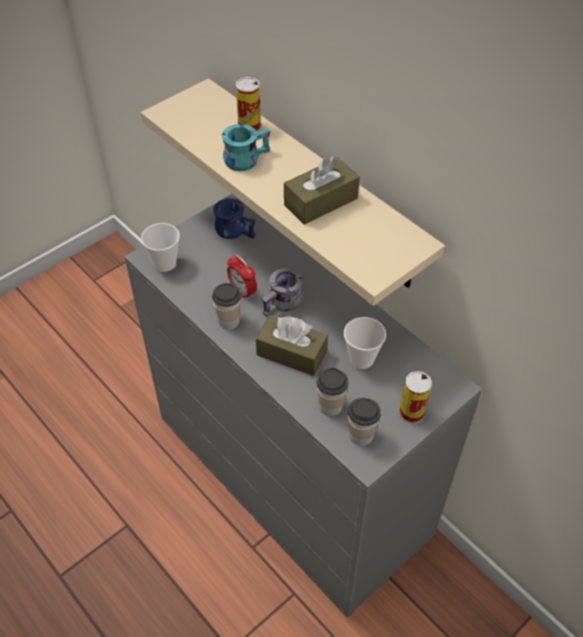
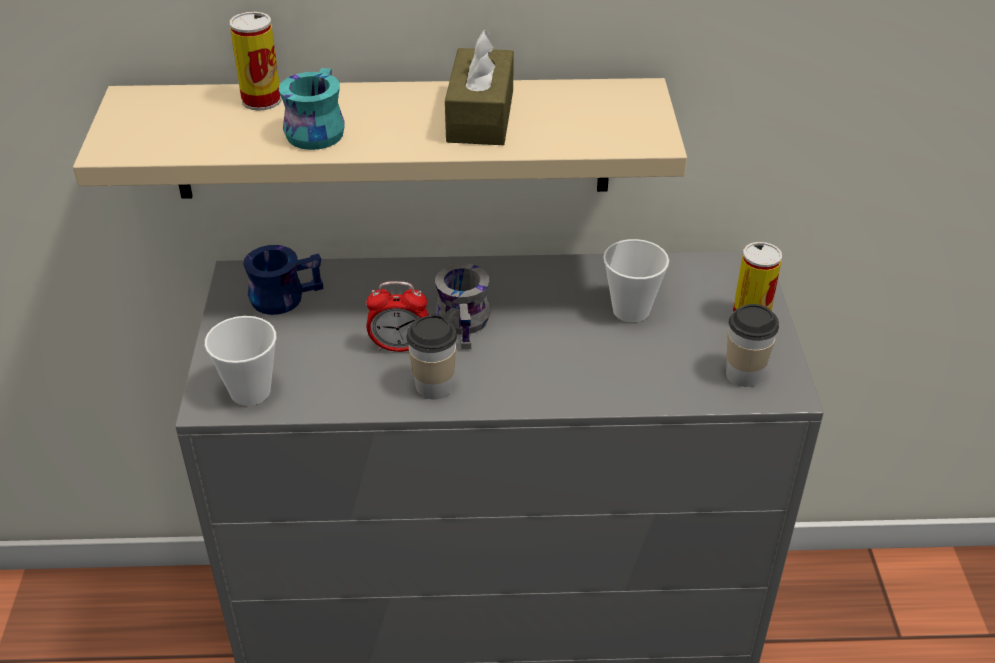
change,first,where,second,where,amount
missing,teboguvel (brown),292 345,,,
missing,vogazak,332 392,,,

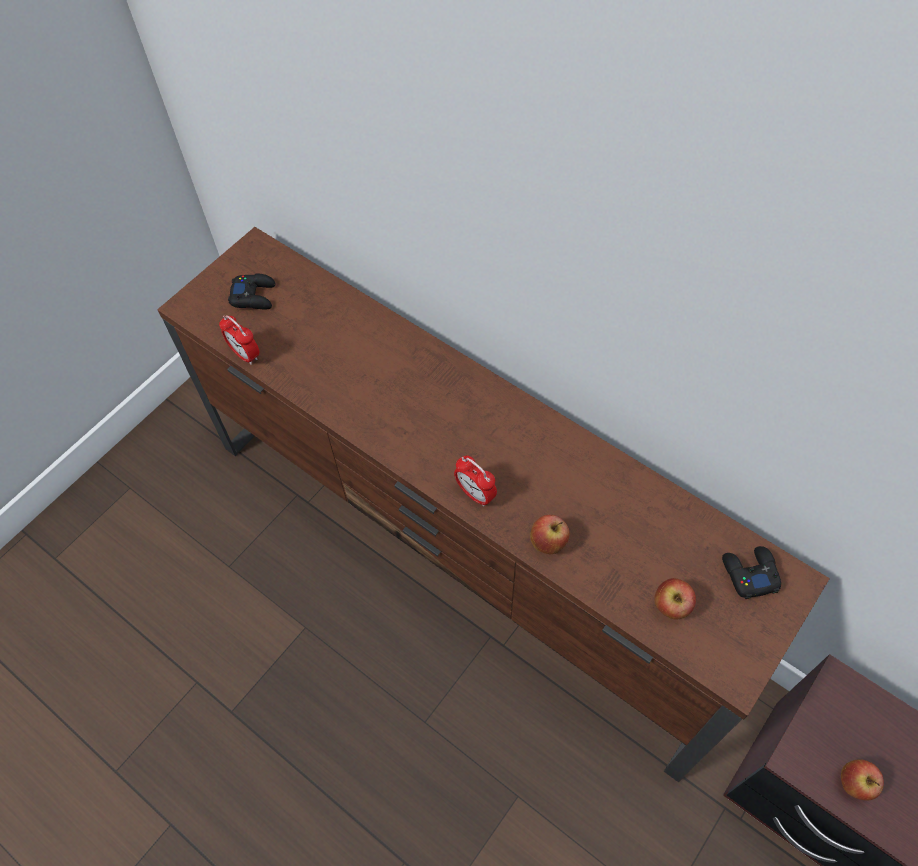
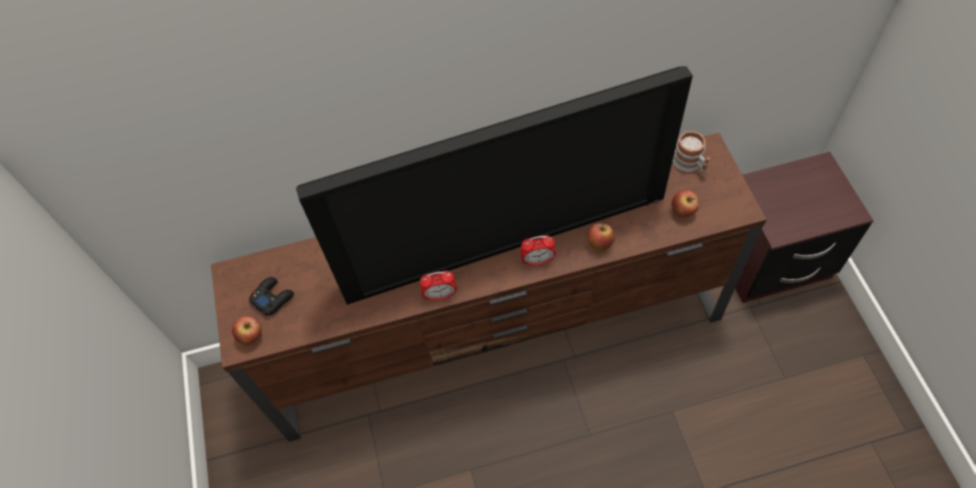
change,first,where,second,where,amount
relocated,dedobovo,239 340,,438 286,
exchanged,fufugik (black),751 572,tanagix,691 152,
relocated,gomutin,862 779,,247 330,
appeared,,,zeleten,494 185,

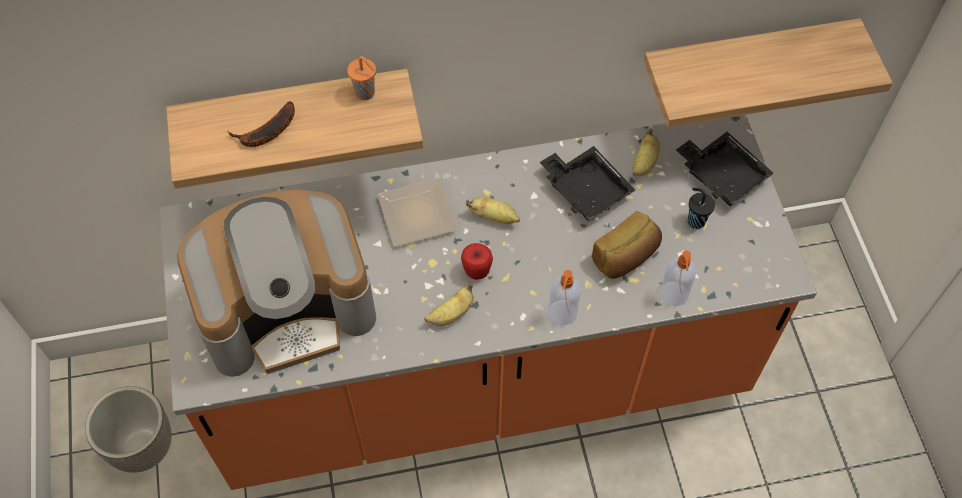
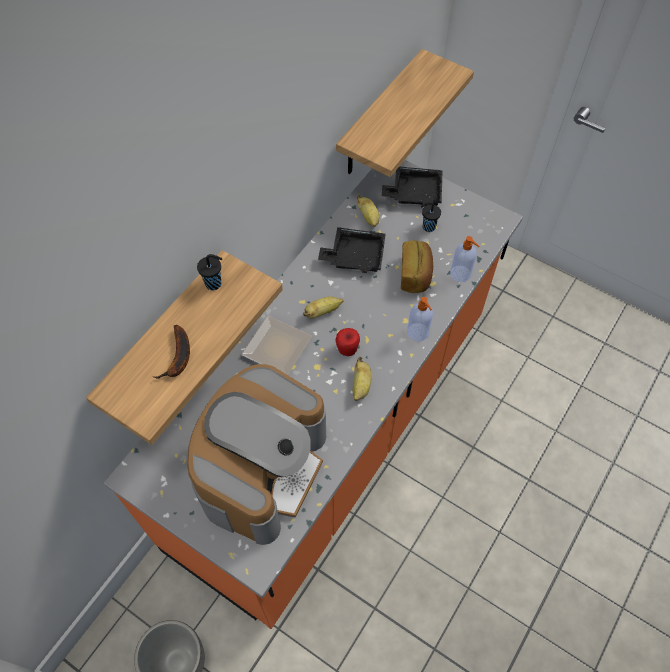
change,first,where,second,where,amount
colour,vogazak (orange),361 78,vogazak (black),209 272,

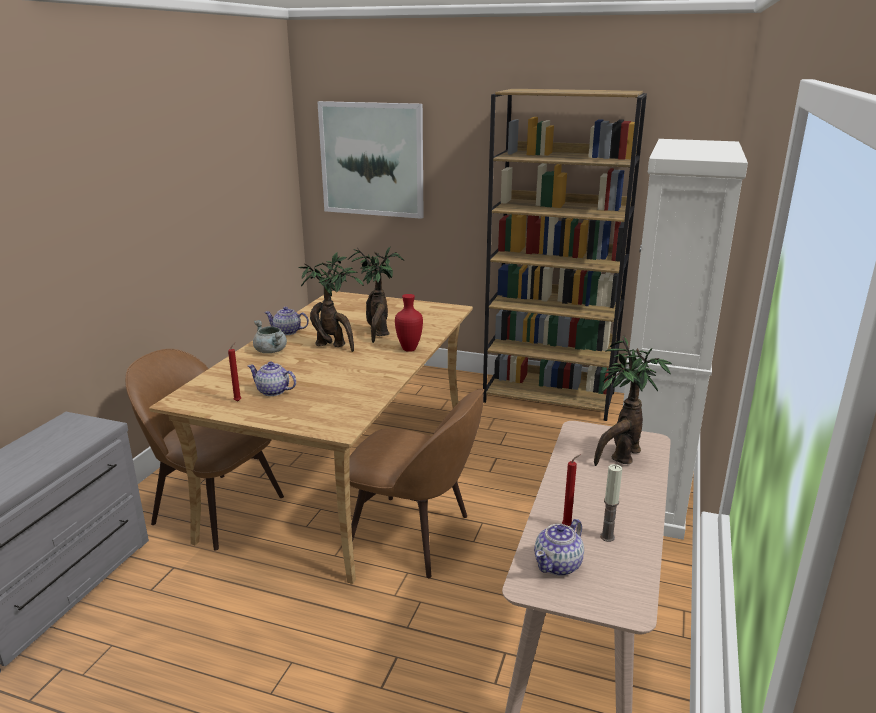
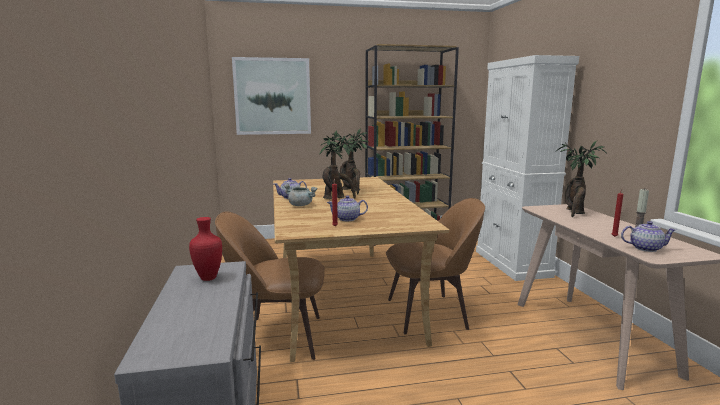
change,first,where,second,where,amount
relocated,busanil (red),409 323,,205 249,
spun,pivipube,559 547,,648 236,90 degrees counterclockwise

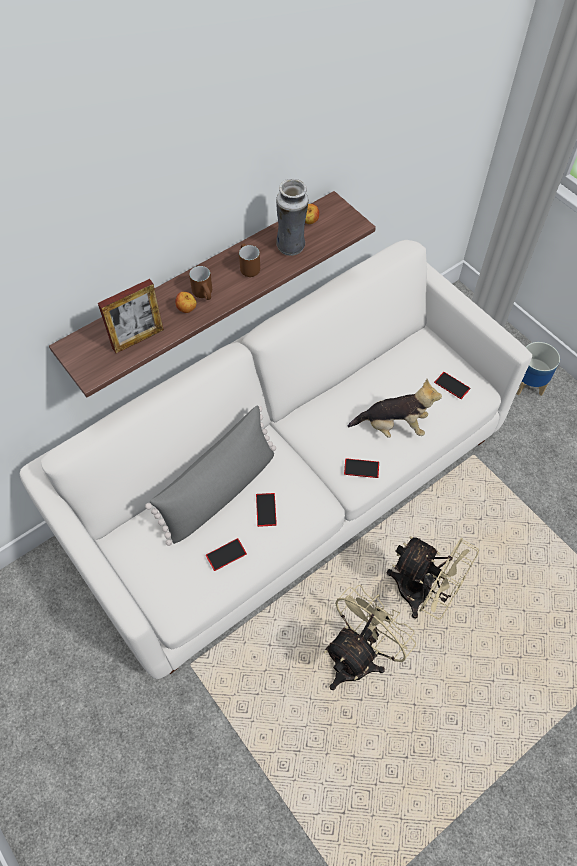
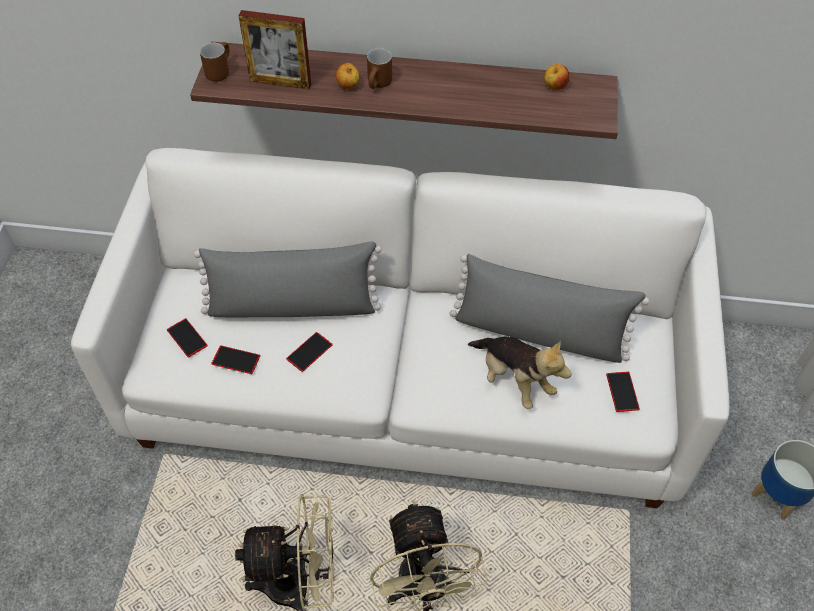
change,first,where,second,where,amount
relocated,tanagix (brown),249 260,,215 62,
missing,busanil,292 217,,,
relocated,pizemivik,361 468,,187 338,
appeared,,,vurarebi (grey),549 308,

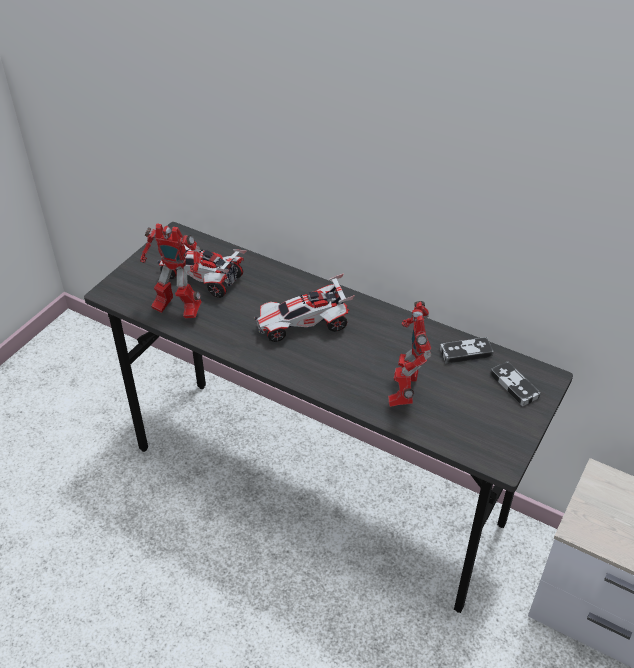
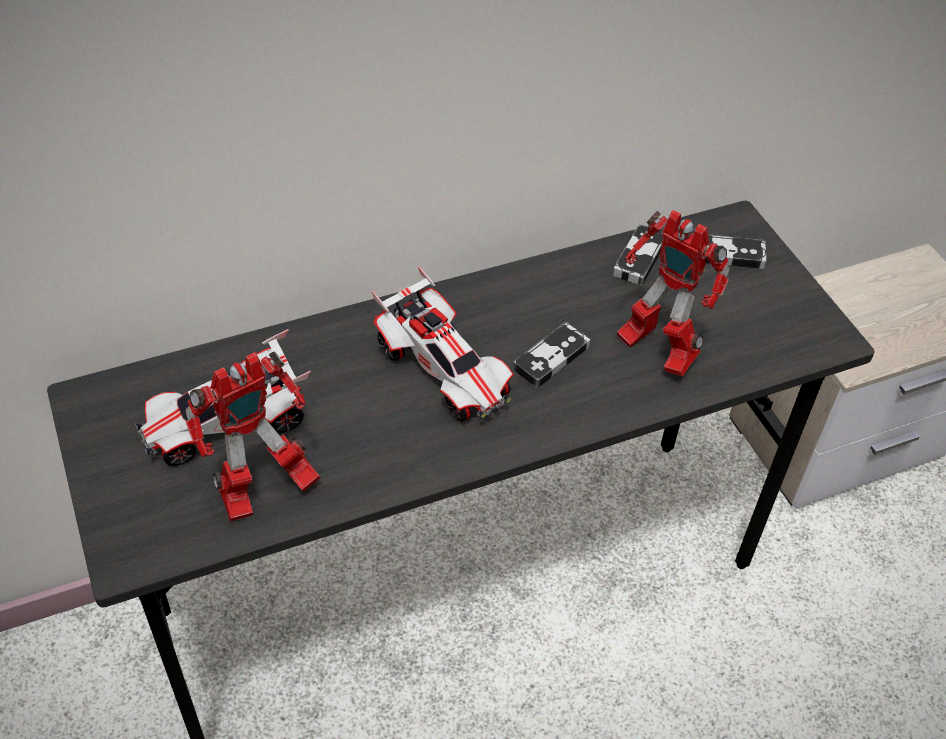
change,first,where,second,where,amount
spun,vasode,304 307,,442 344,60 degrees counterclockwise
appeared,,,fufugik,551 355,

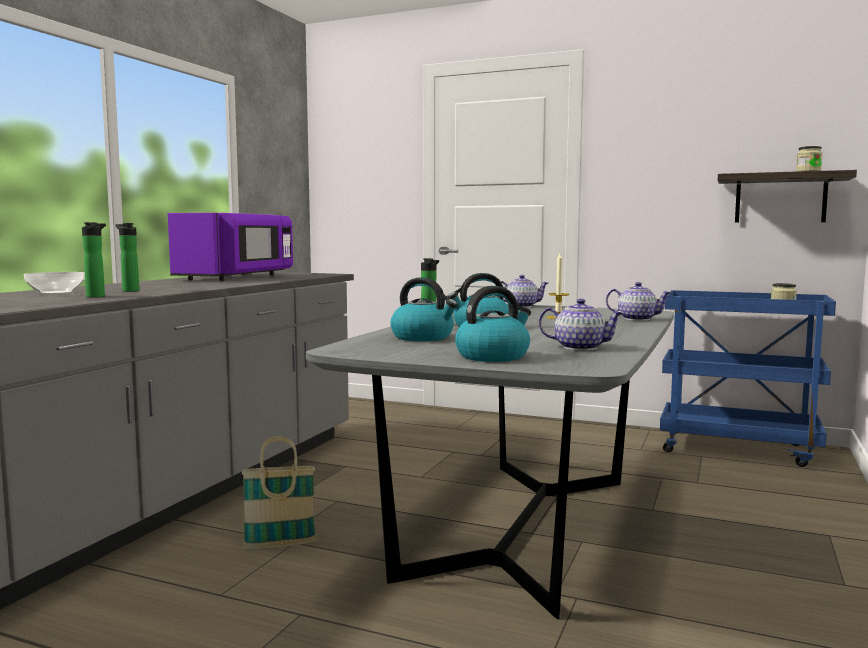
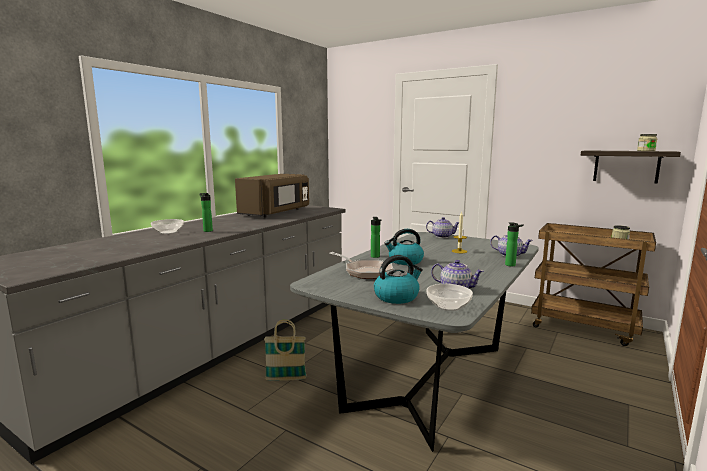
change,first,where,second,where,amount
relocated,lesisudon,94 260,,514 244,
colour,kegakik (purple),230 247,kegakik (brown),272 195,
exchanged,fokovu,424 309,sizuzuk,361 265,
colour,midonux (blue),748 378,midonux (brown),593 284,
appeared,,,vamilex,450 297,

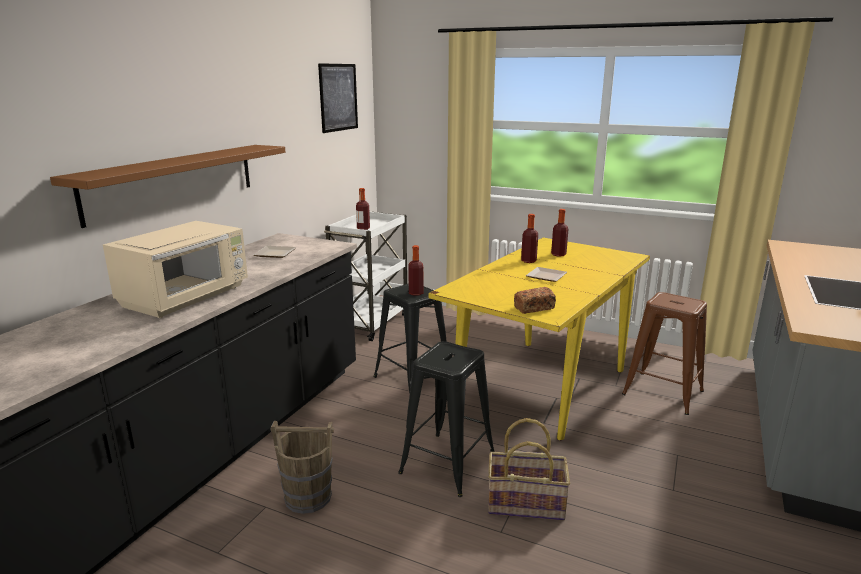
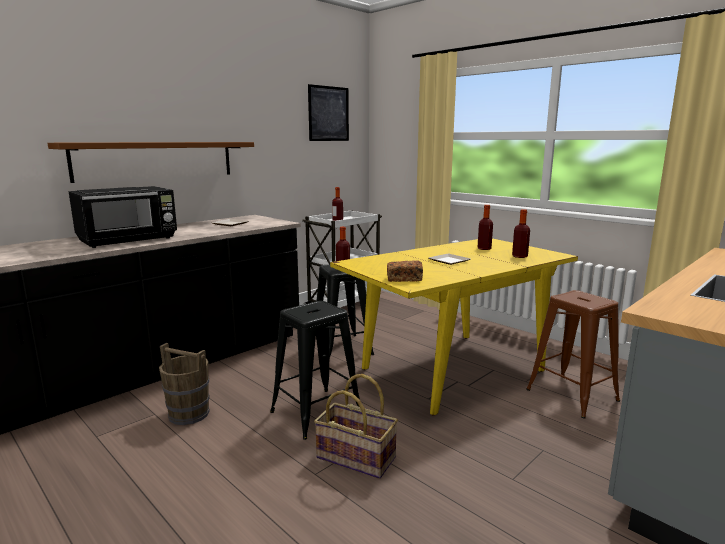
change,first,where,second,where,amount
colour,kegakik (beige),175 269,kegakik (black),123 217,
relocated,lesisudon,529 238,,521 233,

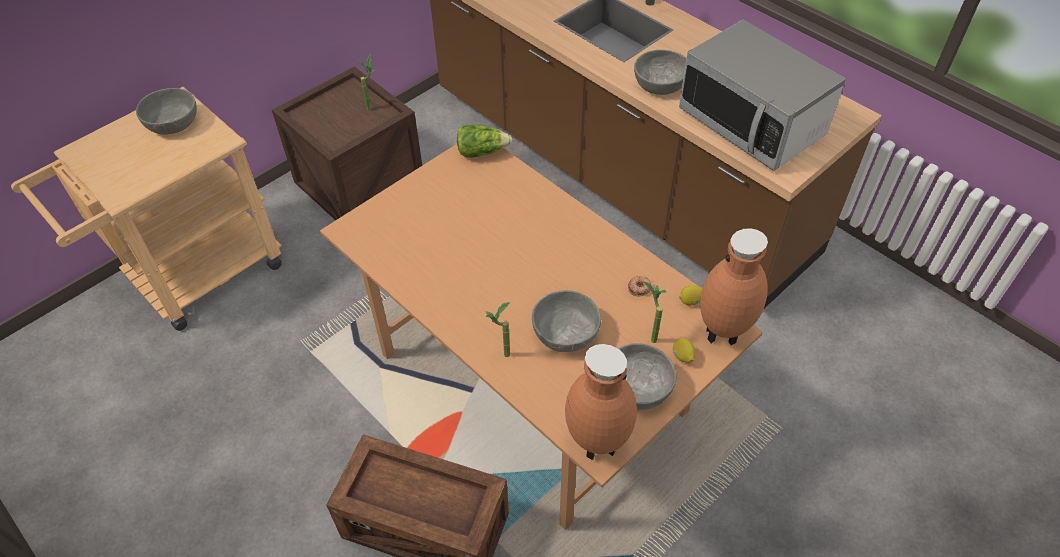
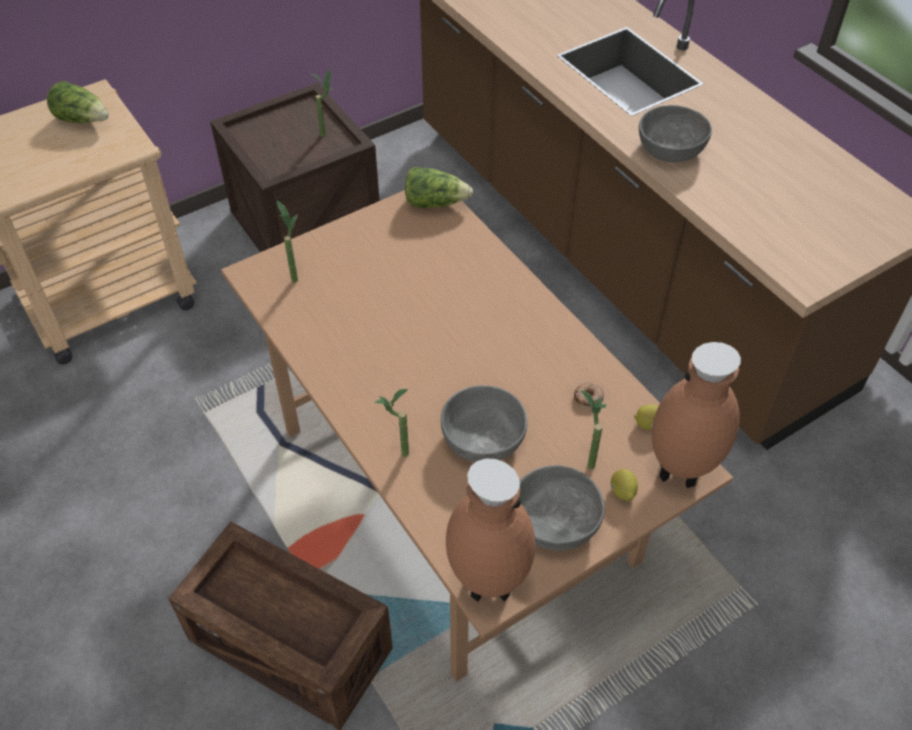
change,first,where,second,where,amount
exchanged,vamilex (grey),166 111,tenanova,78 102,
missing,kegakik,762 95,,,
appeared,,,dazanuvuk,287 241,

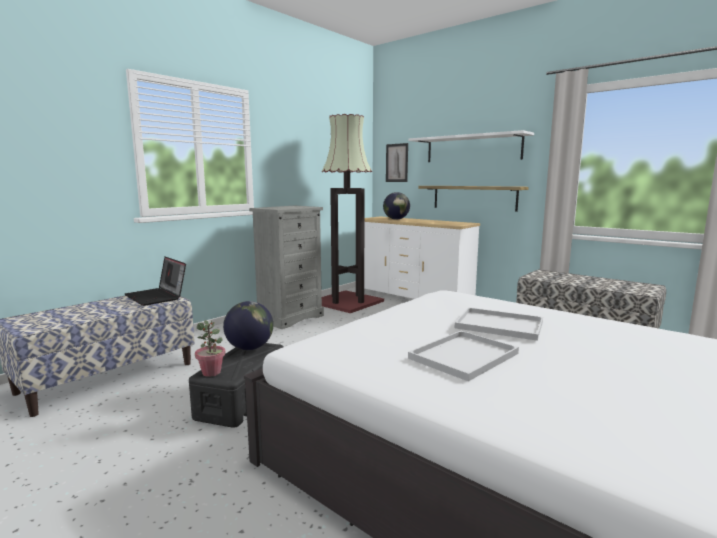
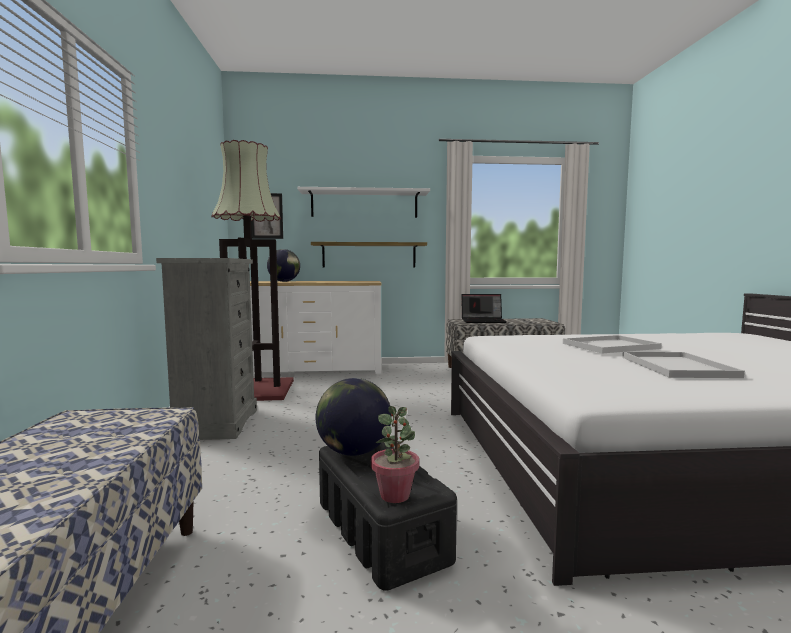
change,first,where,second,where,amount
relocated,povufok,155 281,,484 308,

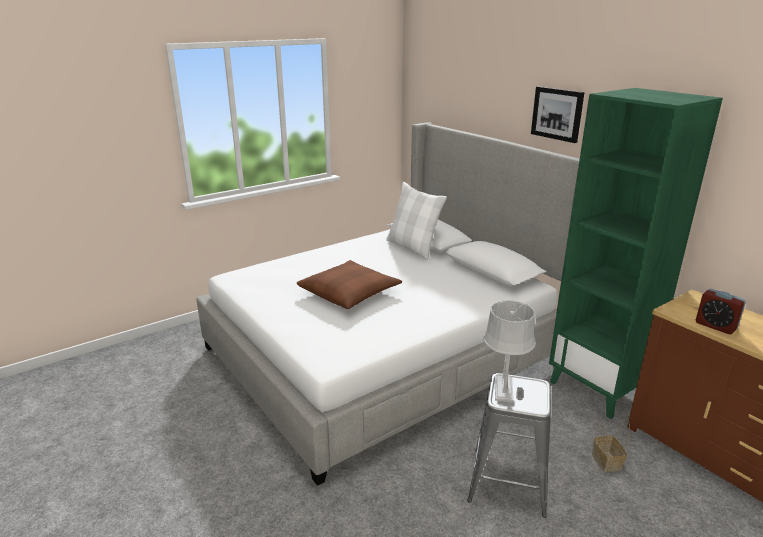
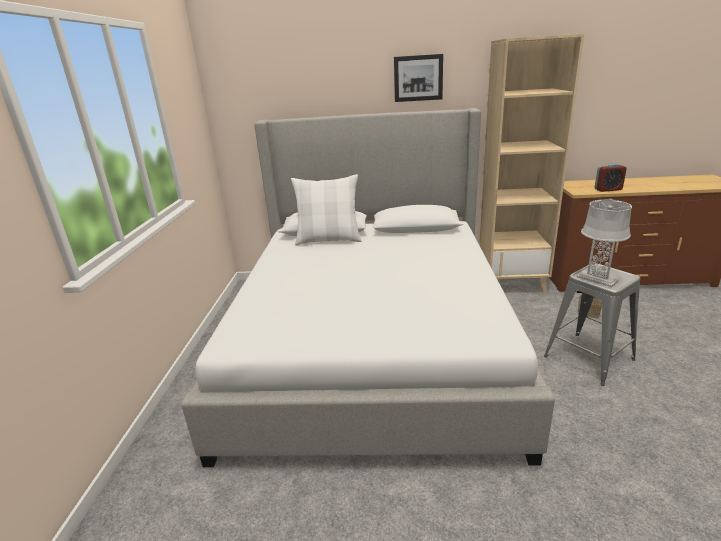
change,first,where,second,where,amount
missing,vurarebi (brown),349 284,,,
colour,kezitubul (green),636 253,kezitubul (beige),531 163,

